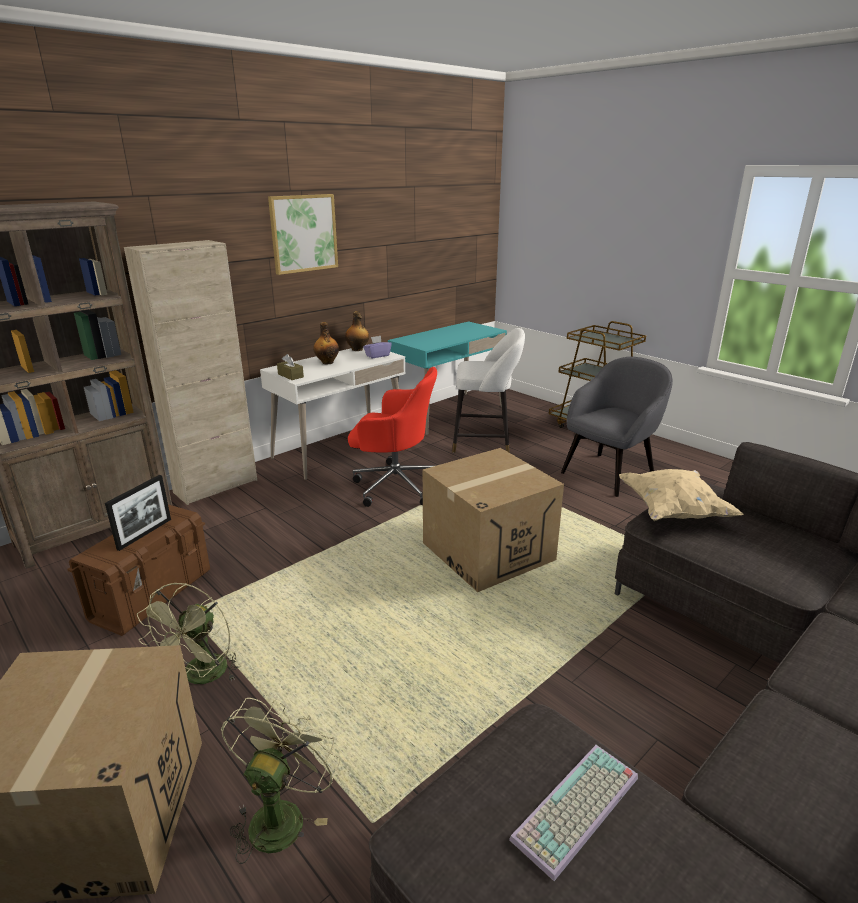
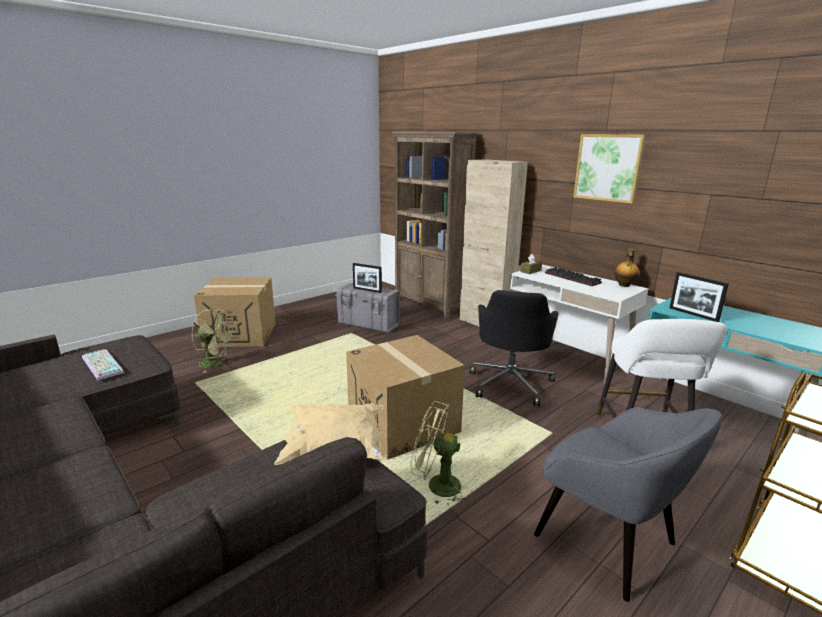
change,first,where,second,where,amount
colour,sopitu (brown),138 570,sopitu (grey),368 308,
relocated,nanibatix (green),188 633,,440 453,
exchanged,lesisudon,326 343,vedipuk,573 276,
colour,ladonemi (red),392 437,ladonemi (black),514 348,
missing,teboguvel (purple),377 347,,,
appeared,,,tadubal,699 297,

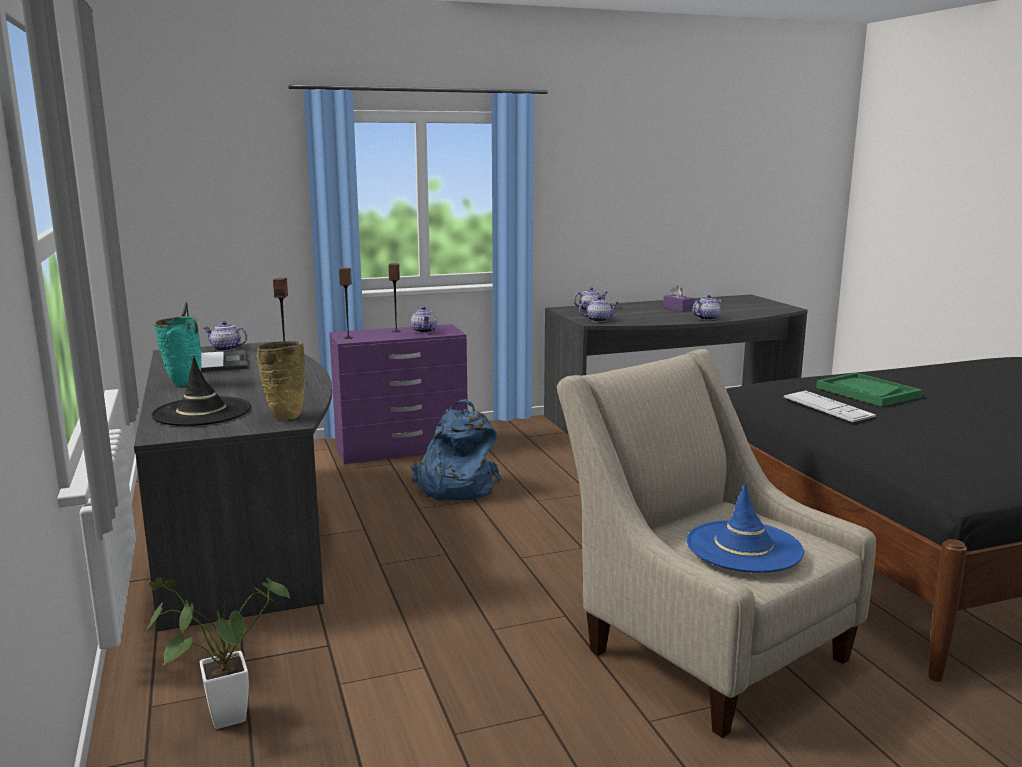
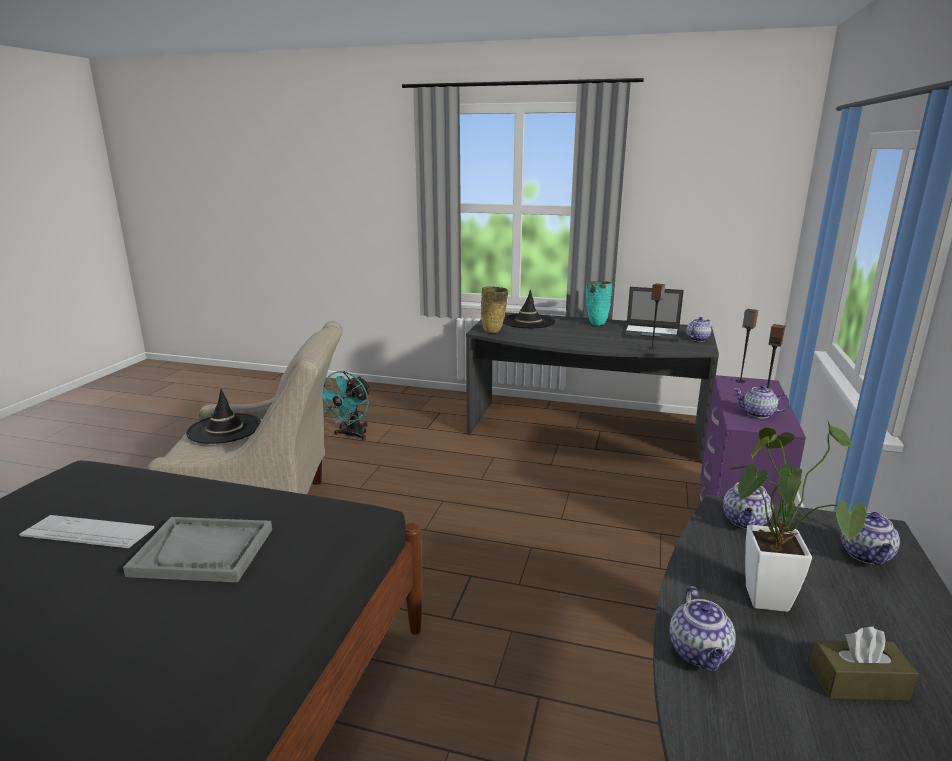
change,first,where,second,where,amount
relocated,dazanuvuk,216 653,,798 517,
missing,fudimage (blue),456 449,,,
colour,teboguvel (purple),678 298,teboguvel (brown),863 663,
colour,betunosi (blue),745 527,betunosi (black),223 416,
relocated,vedipuk,830 406,,86 531,
colour,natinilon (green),869 390,natinilon (grey),197 549,
appeared,,,nanibatix (turquoise),346 406,

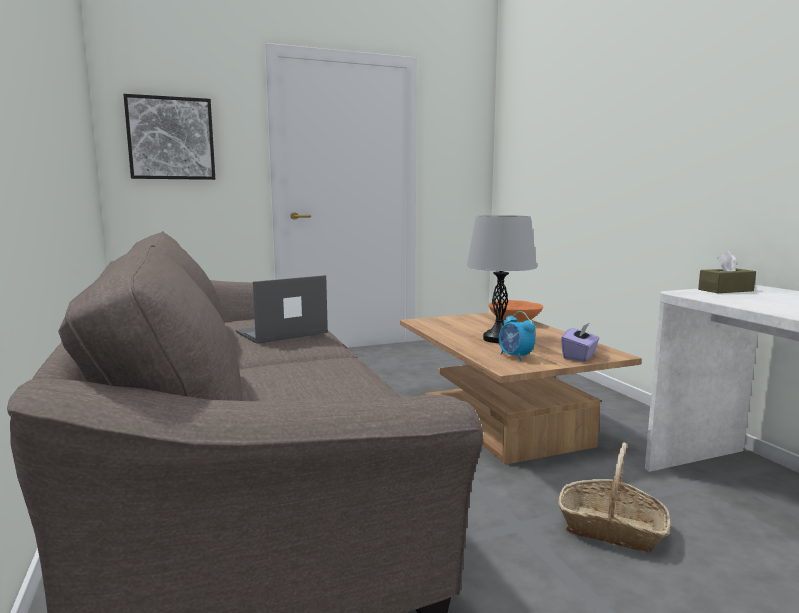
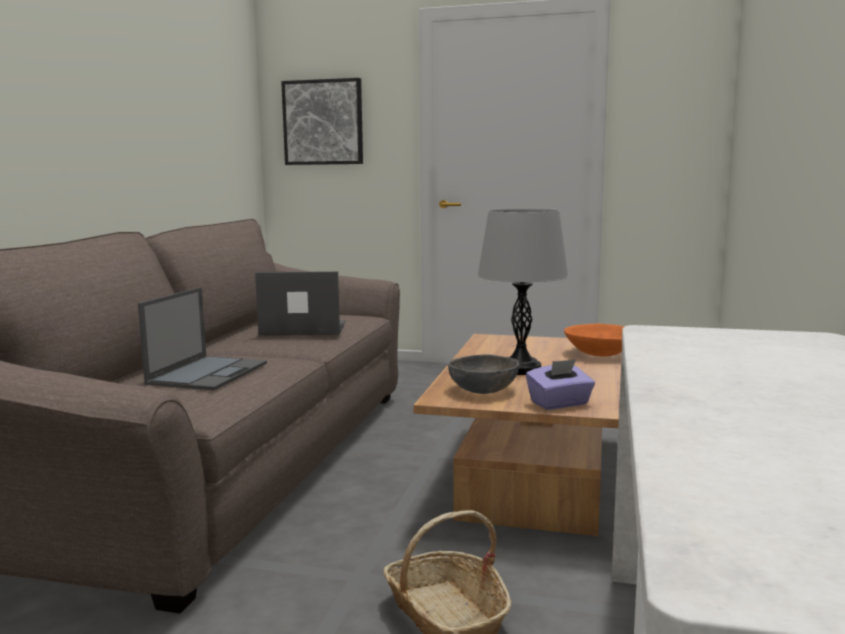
change,first,where,second,where,amount
exchanged,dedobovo,517 336,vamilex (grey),483 374,
missing,teboguvel (brown),727 272,,,
appeared,,,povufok,202 339,

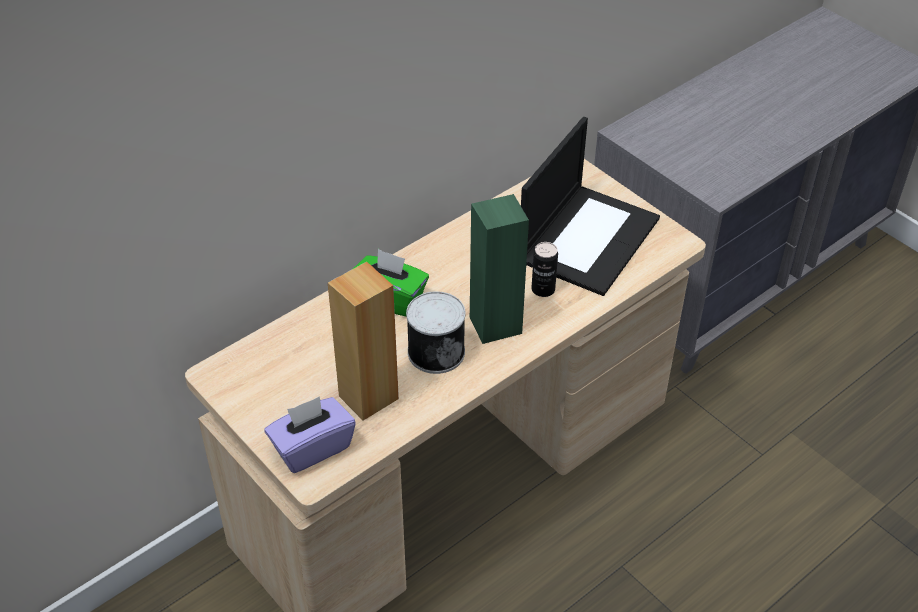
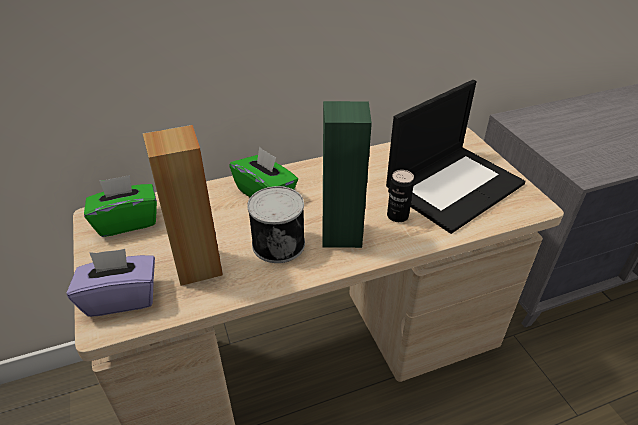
change,first,where,second,where,amount
appeared,,,teboguvel (green),120 206,

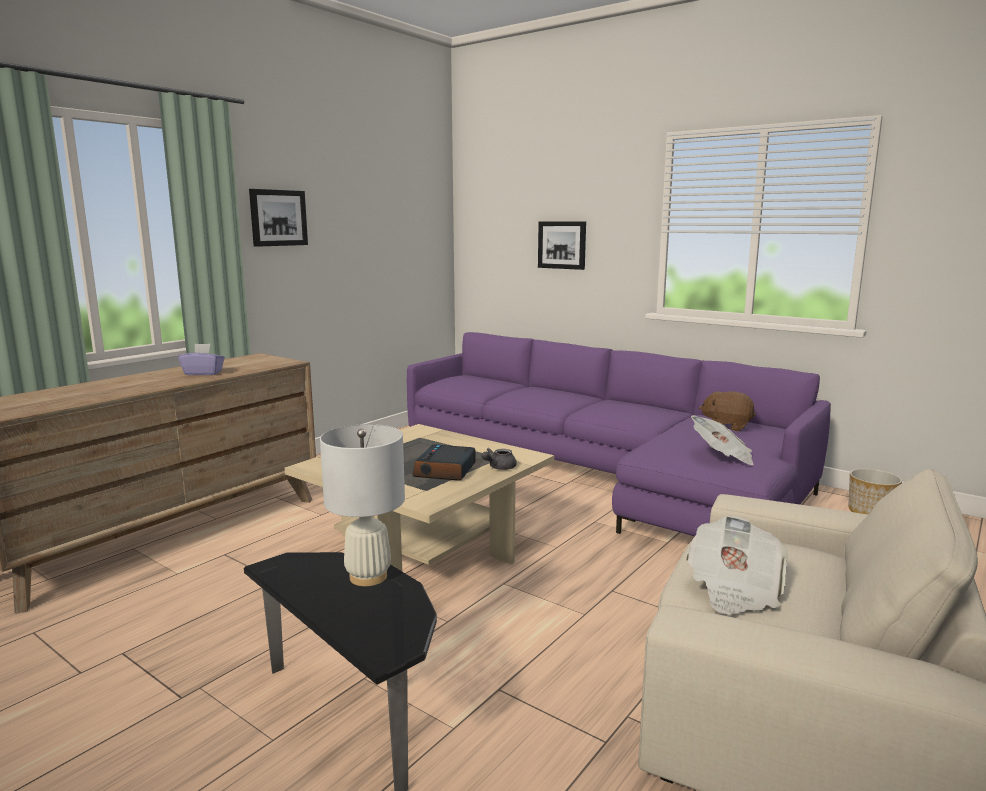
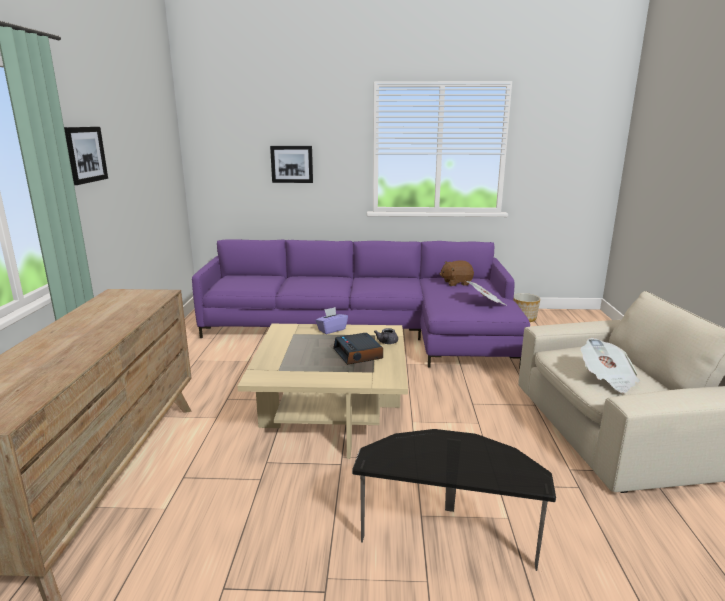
change,first,where,second,where,amount
relocated,teboguvel (purple),201 359,,331 320,
missing,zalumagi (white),362 505,,,

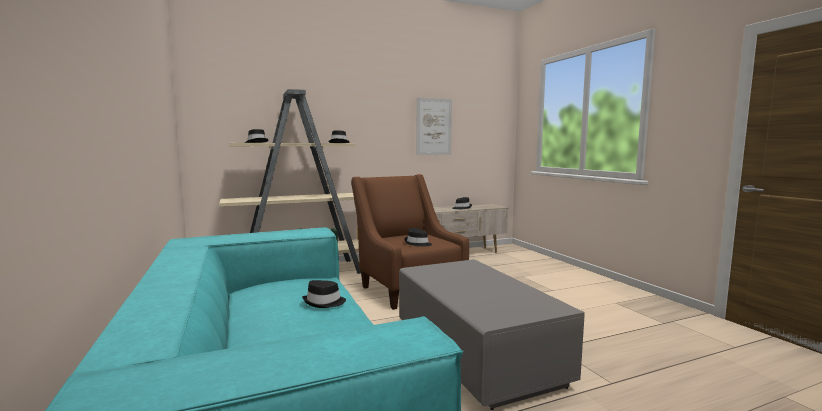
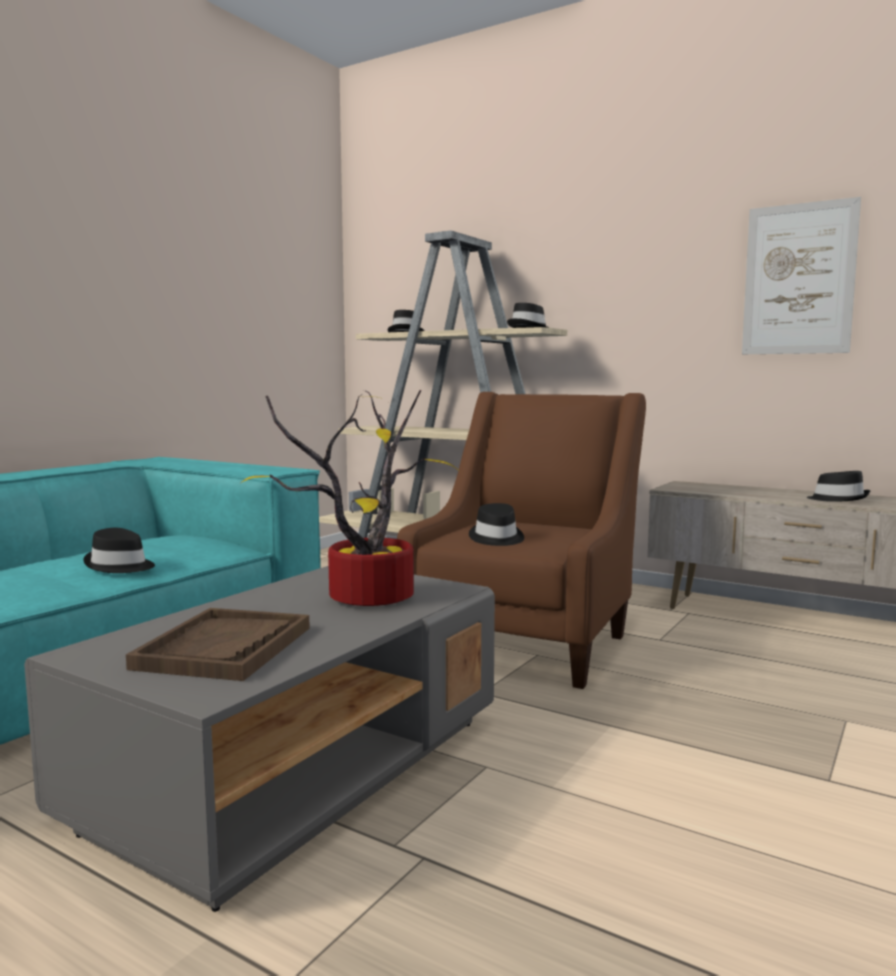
change,first,where,second,where,amount
appeared,,,natinilon (brown),218 644,
appeared,,,dazanuvuk,351 498,

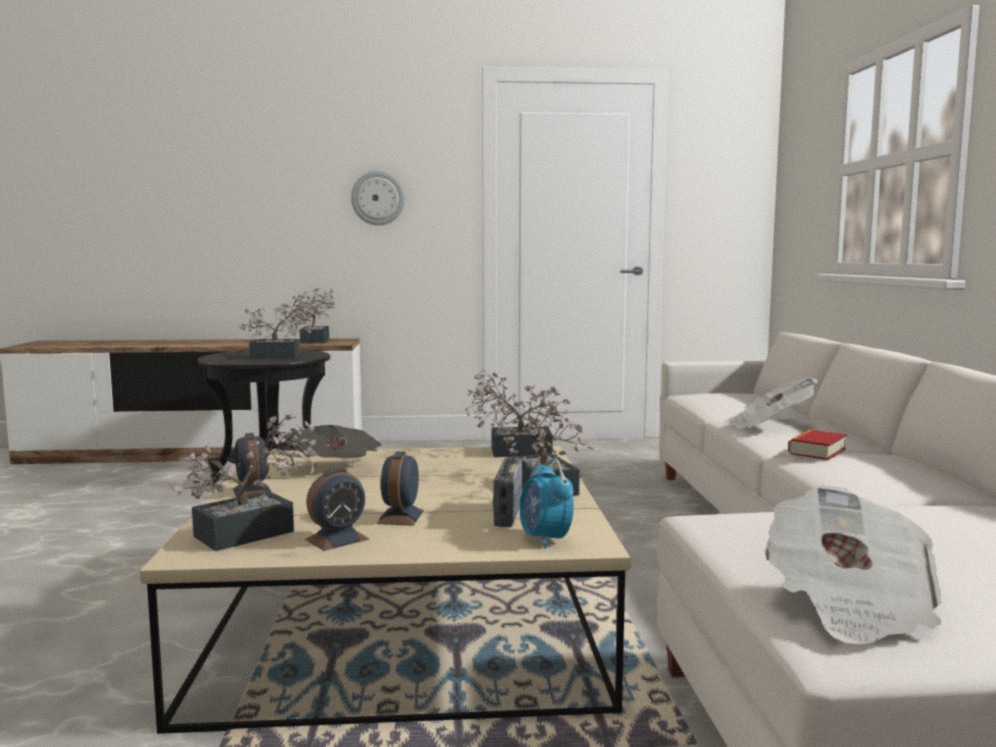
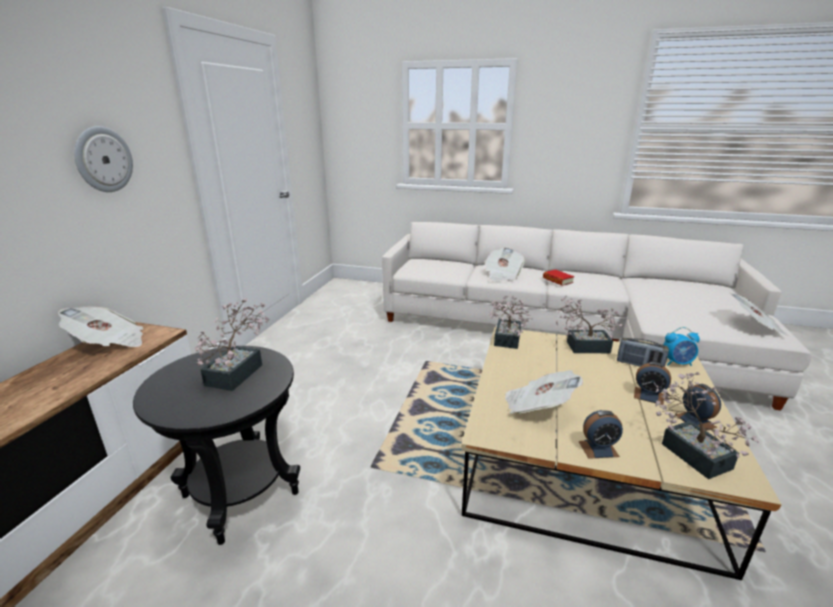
change,first,where,second,where,amount
exchanged,dazanuvuk,314 316,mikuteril,100 326,

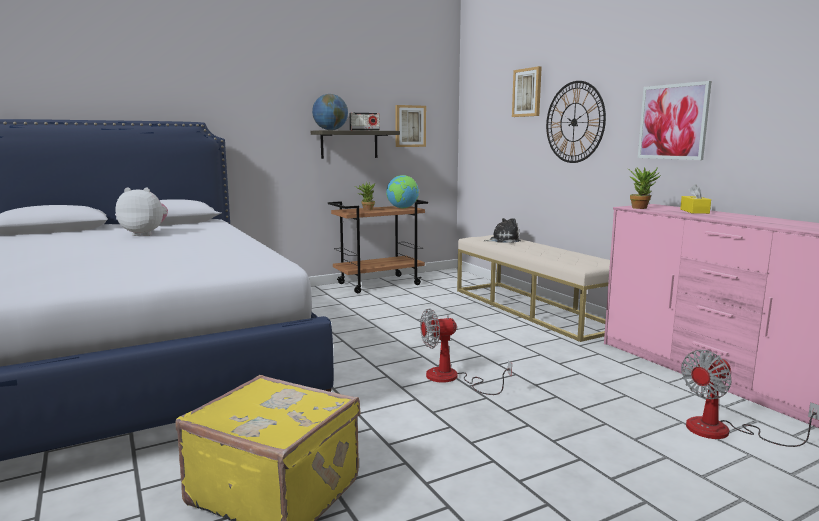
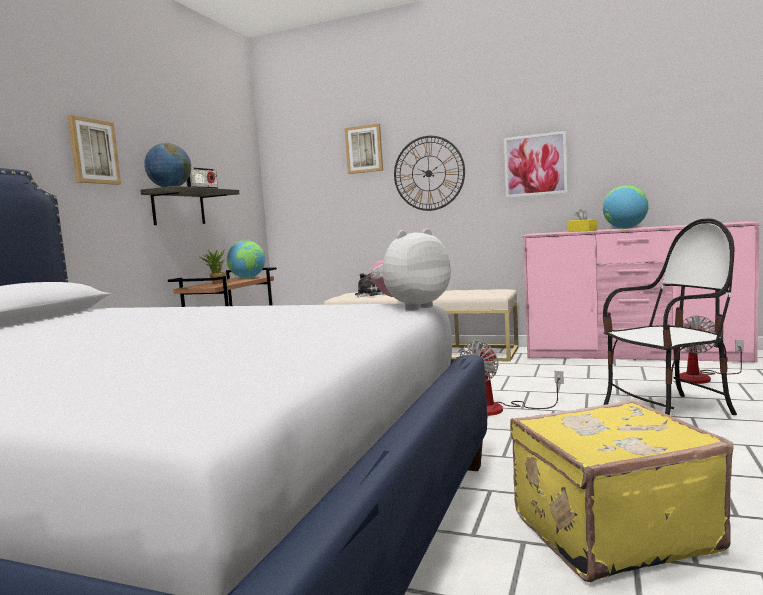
change,first,where,second,where,amount
relocated,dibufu,142 211,,410 269,
relocated,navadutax,410 126,,94 150,
missing,dazanuvuk,645 188,,,
appeared,,,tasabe,626 207,
appeared,,,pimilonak,670 316,

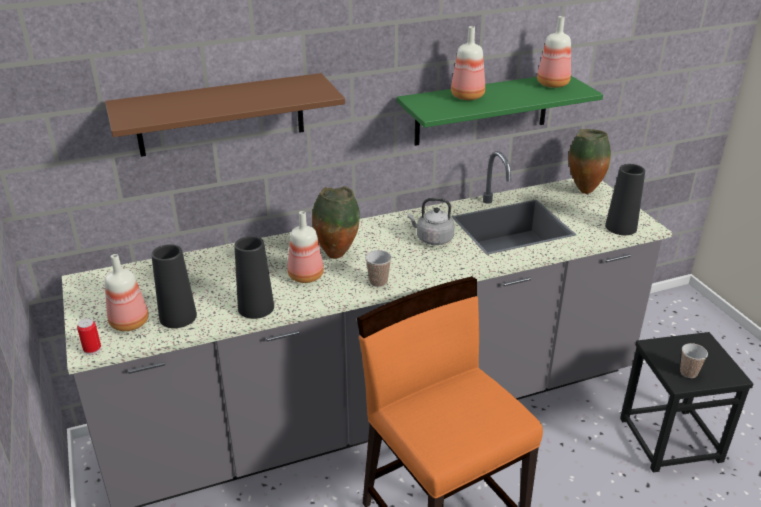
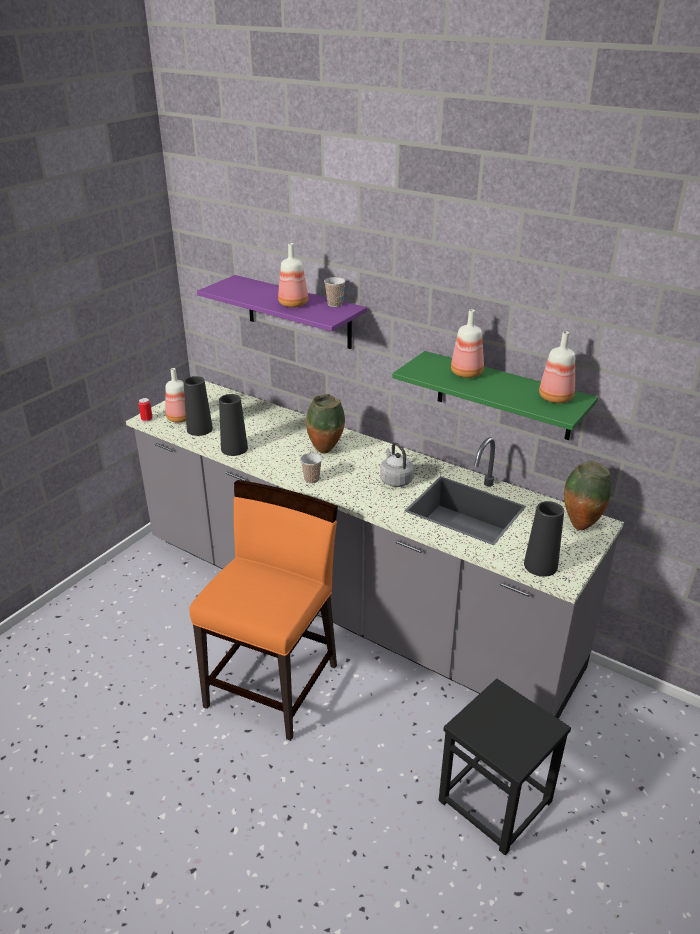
change,first,where,second,where,amount
colour,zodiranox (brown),225 115,zodiranox (purple),282 312,
relocated,lesisudon,305 247,,293 275,
relocated,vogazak,694 360,,335 292,

